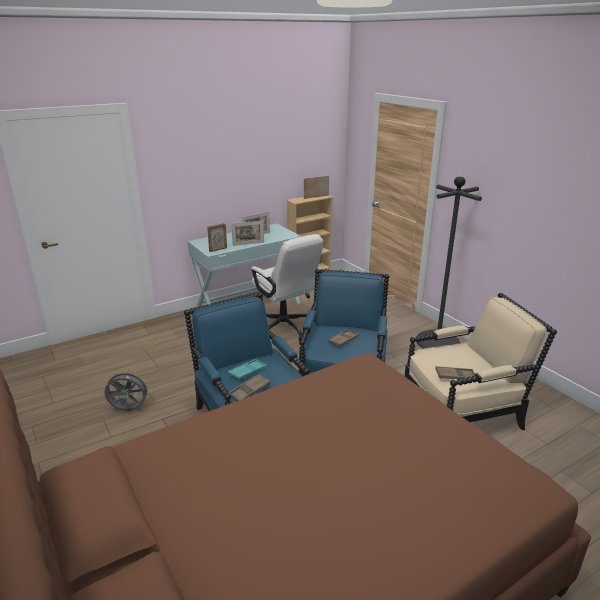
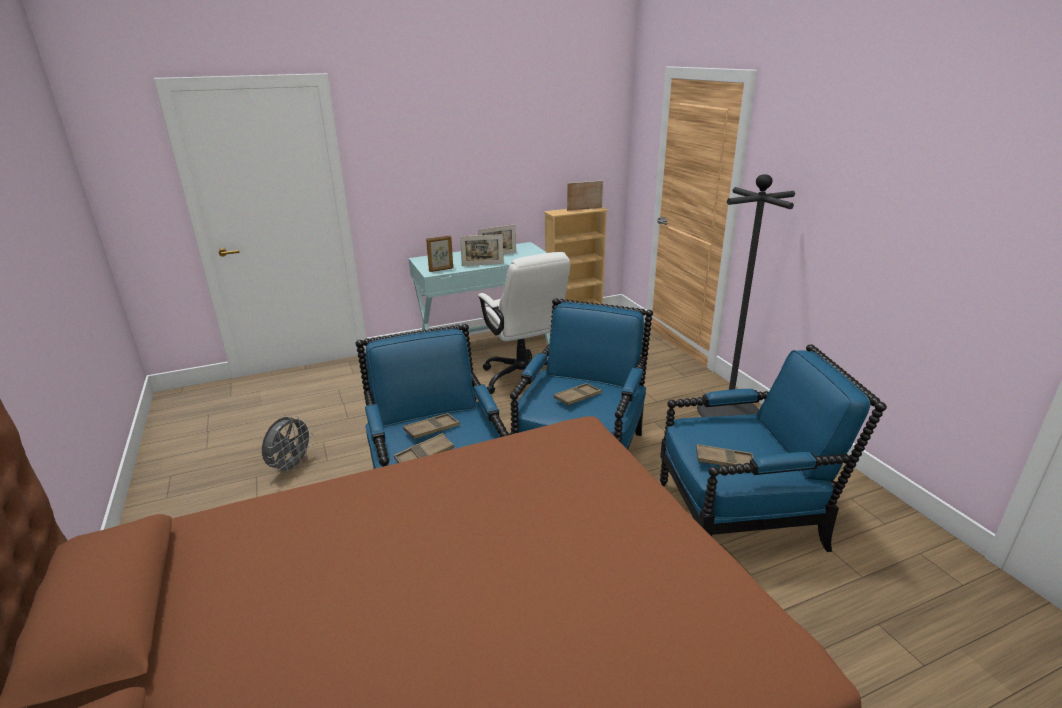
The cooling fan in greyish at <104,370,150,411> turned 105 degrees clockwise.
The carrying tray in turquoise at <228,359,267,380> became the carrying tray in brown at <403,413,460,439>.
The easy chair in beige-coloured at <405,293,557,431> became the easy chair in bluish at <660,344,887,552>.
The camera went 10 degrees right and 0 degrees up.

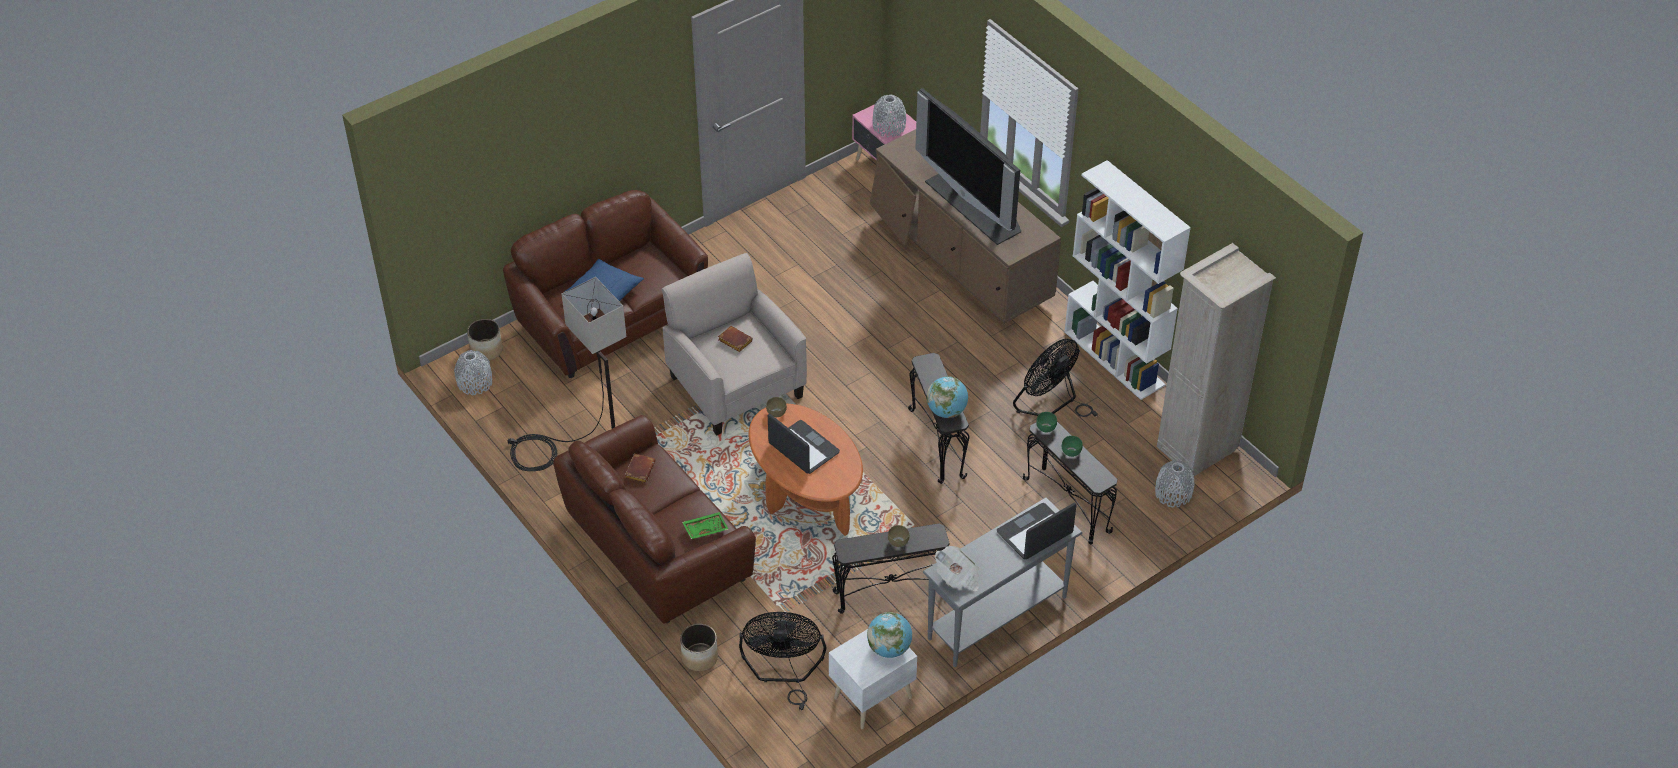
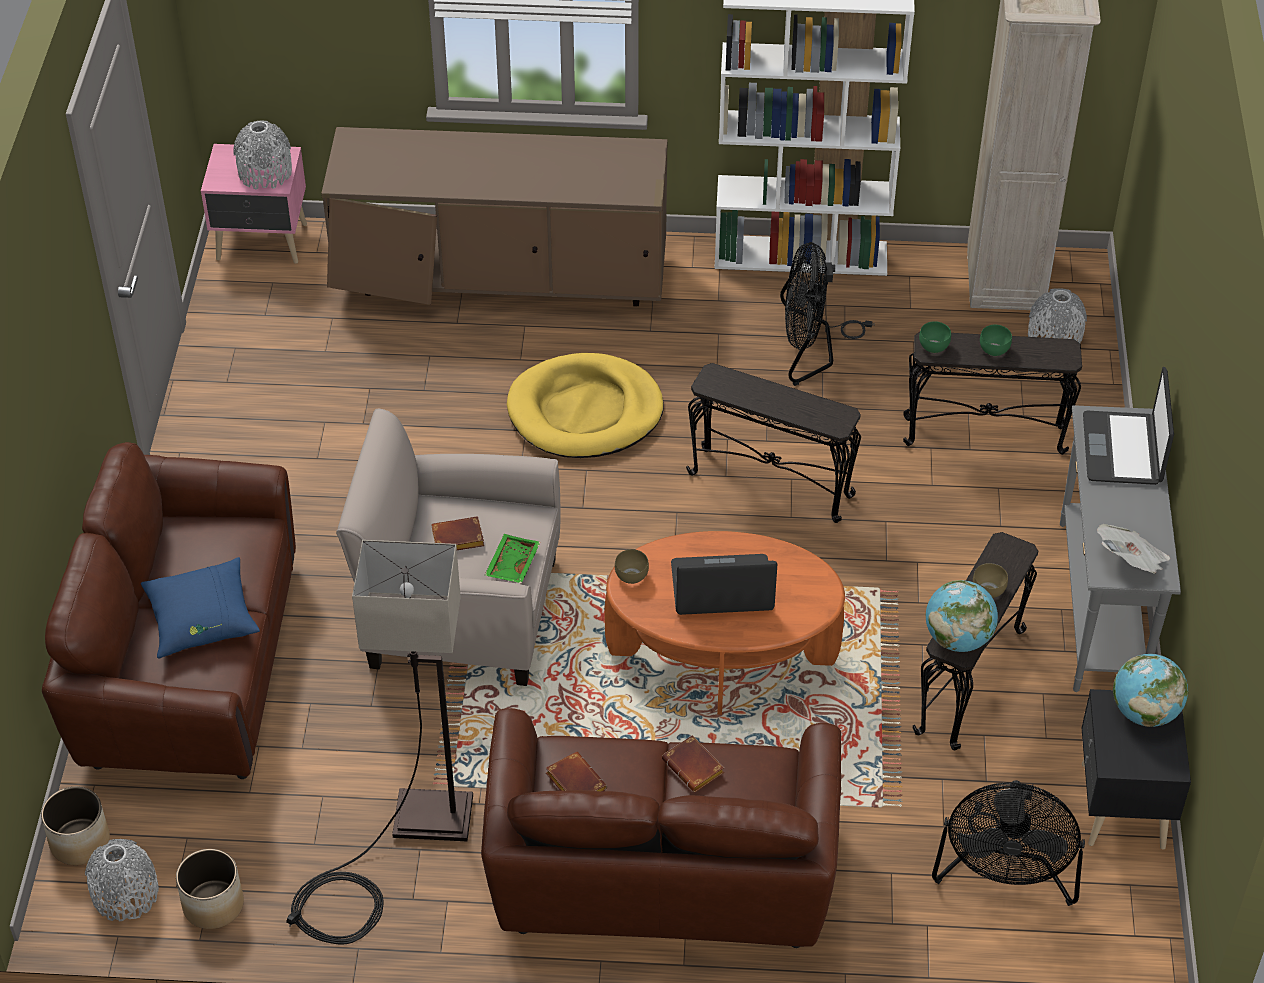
The flower pot moved from <680,624,718,671> to <176,849,244,929>.
The carrying tray in green-coloured moved from <682,512,729,539> to <485,534,540,584>.
The cooling fan in blackish at <739,612,826,710> turned 120 degrees counterclockwise.
The bedside table in white at <829,629,917,729> became the bedside table in blackish at <1082,689,1191,849>.
The TV set at <915,88,1021,245> disappeared.
The world globe moved from <927,376,968,418> to <925,580,998,652>.
The dog bed in yellow-coloured at <507,353,664,458> appeared.
The bound book in brown at <662,735,724,792> appeared.
The camera went 50 degrees left and 0 degrees up.

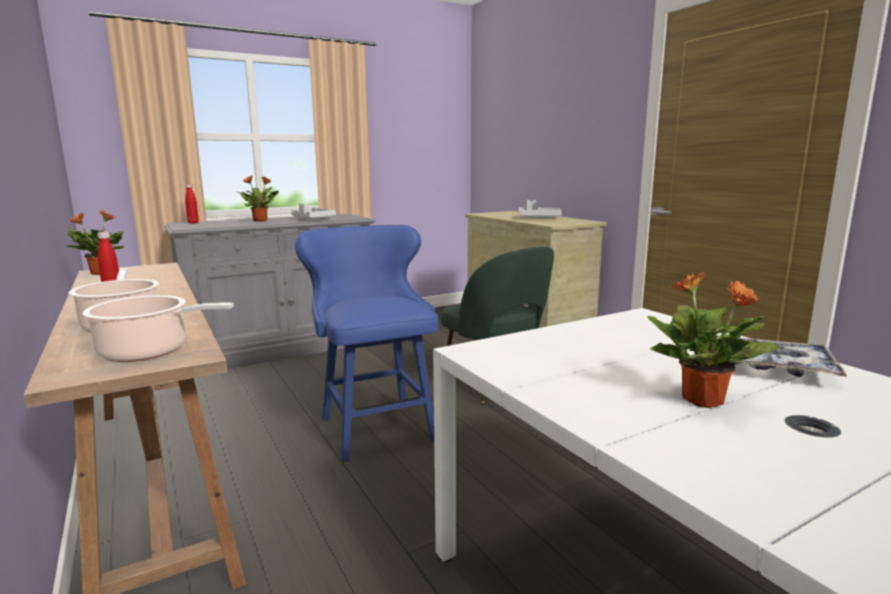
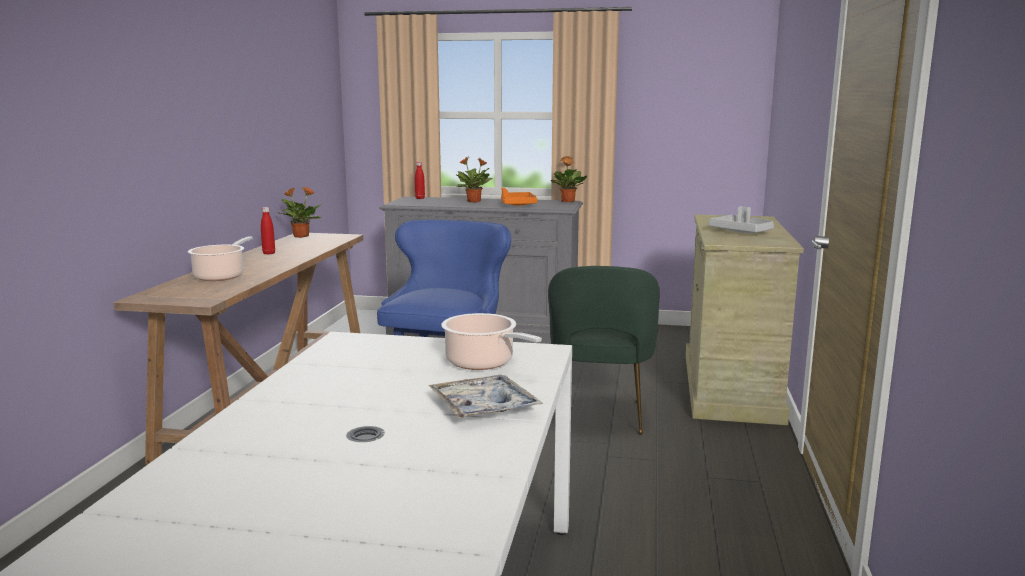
The stockpot moved from <83,295,234,362> to <441,313,542,370>.
The carrying tray in greyish at <291,203,336,220> became the carrying tray in orangey at <501,188,537,206>.
The potted plant moved from <647,272,780,408> to <551,156,587,202>.
The camera went 40 degrees right and 0 degrees up.

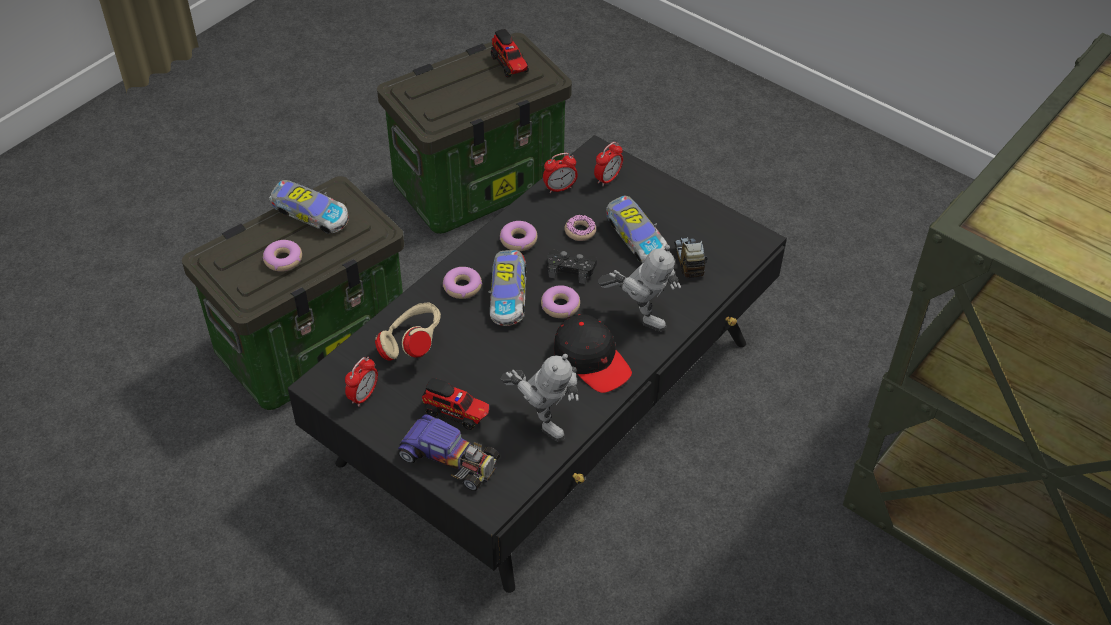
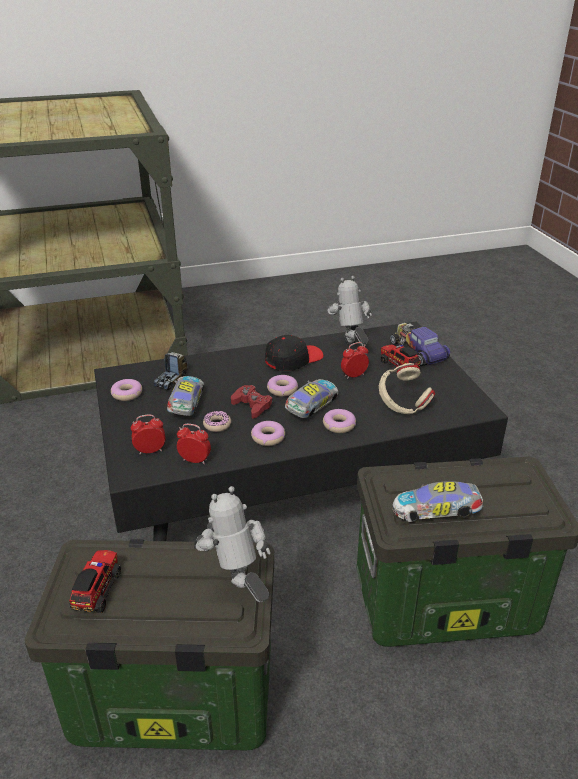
The ring doughnut moved from <263,240,302,272> to <111,379,142,401>.
The toy car at <270,180,349,234> turned 60 degrees counterclockwise.
The bedside clock moved from <345,357,378,407> to <341,342,369,379>.
The game controller in blackish at <546,250,597,284> became the game controller in reddish at <231,385,273,418>.
The baseball cap in blackish at <554,314,632,393> turned 60 degrees clockwise.
The toy robot moved from <598,245,681,332> to <196,486,271,602>.
The camera went 145 degrees left and 15 degrees down.

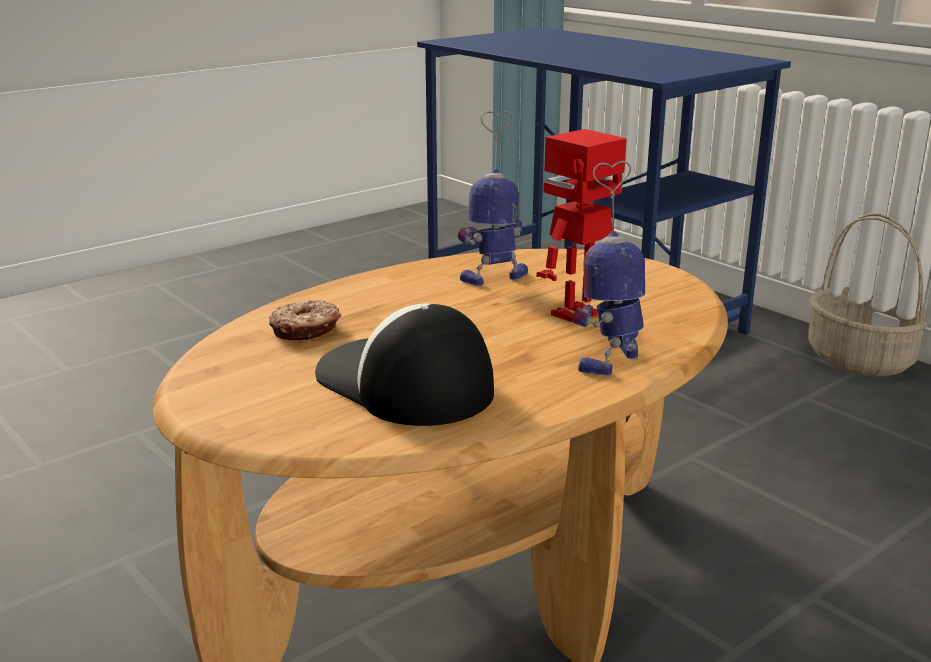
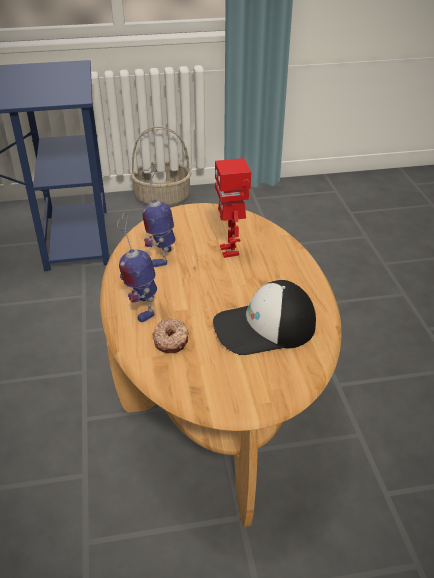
The toy robot moved from <572,161,645,376> to <117,213,157,322>.
The camera went 60 degrees left and 15 degrees up.

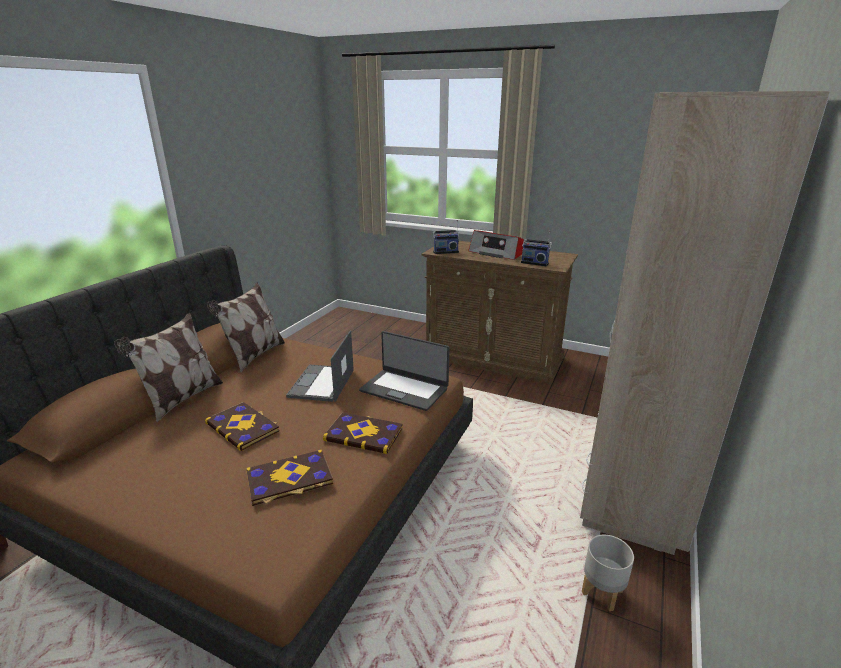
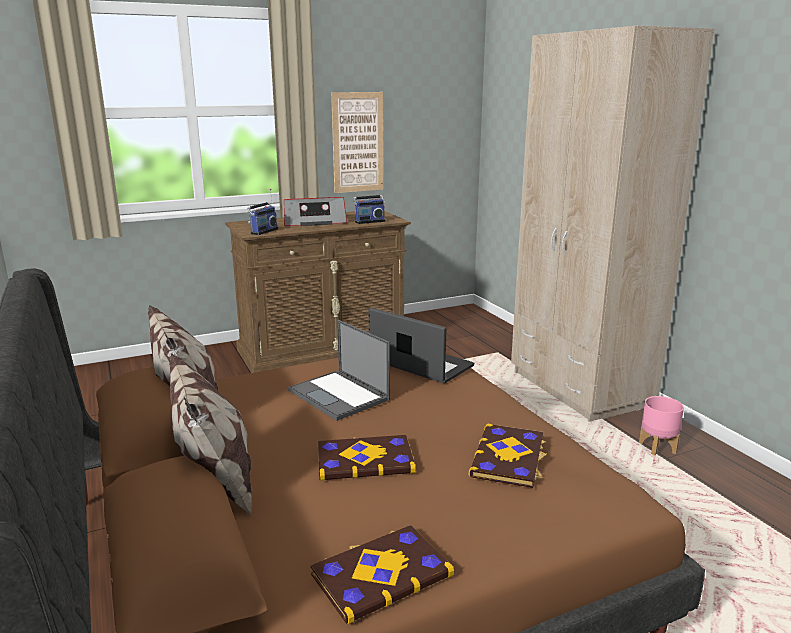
The bound book moved from <323,412,403,454> to <311,525,454,624>.
The portable computer at <359,331,450,411> turned 120 degrees counterclockwise.
The flower pot in greyish at <582,535,634,611> became the flower pot in pinkish at <639,396,684,455>.
The wall art at <331,92,384,193> appeared.
The camera went 50 degrees left and 5 degrees down.

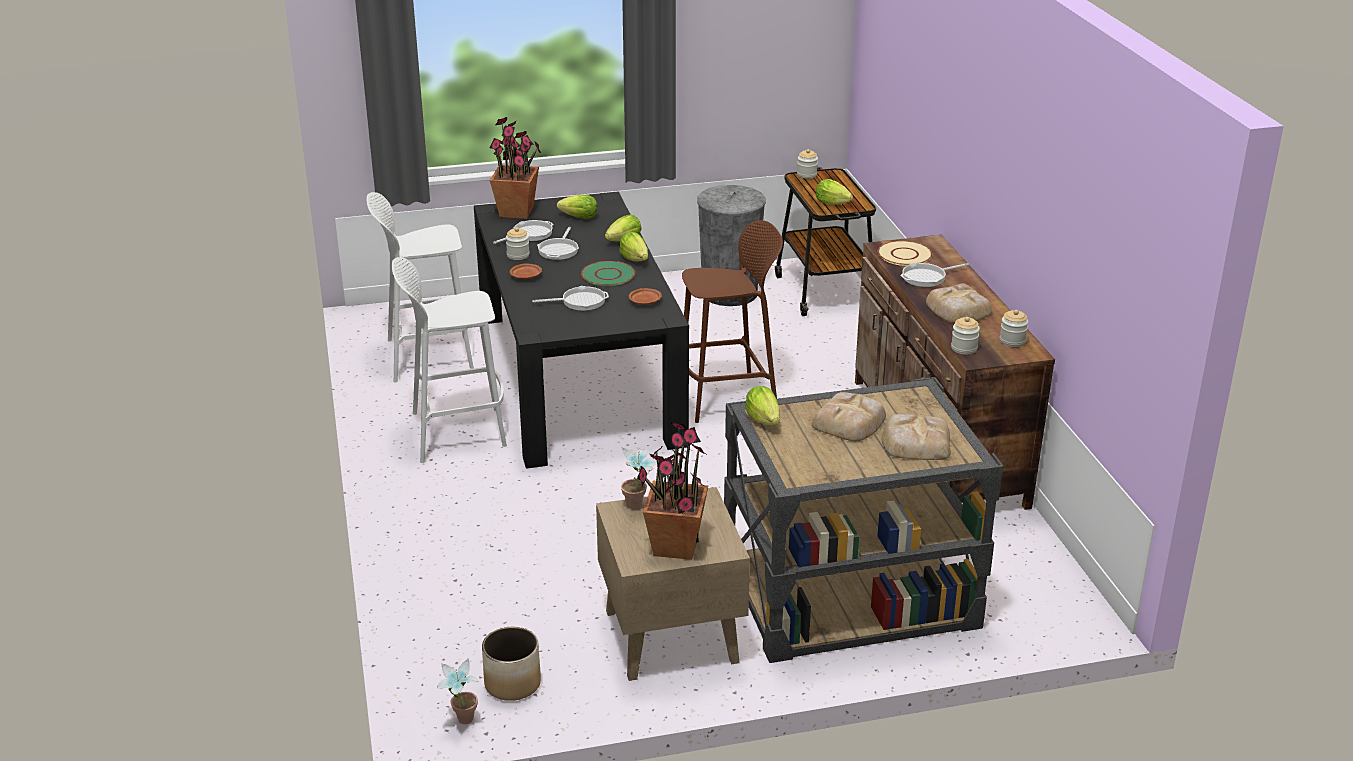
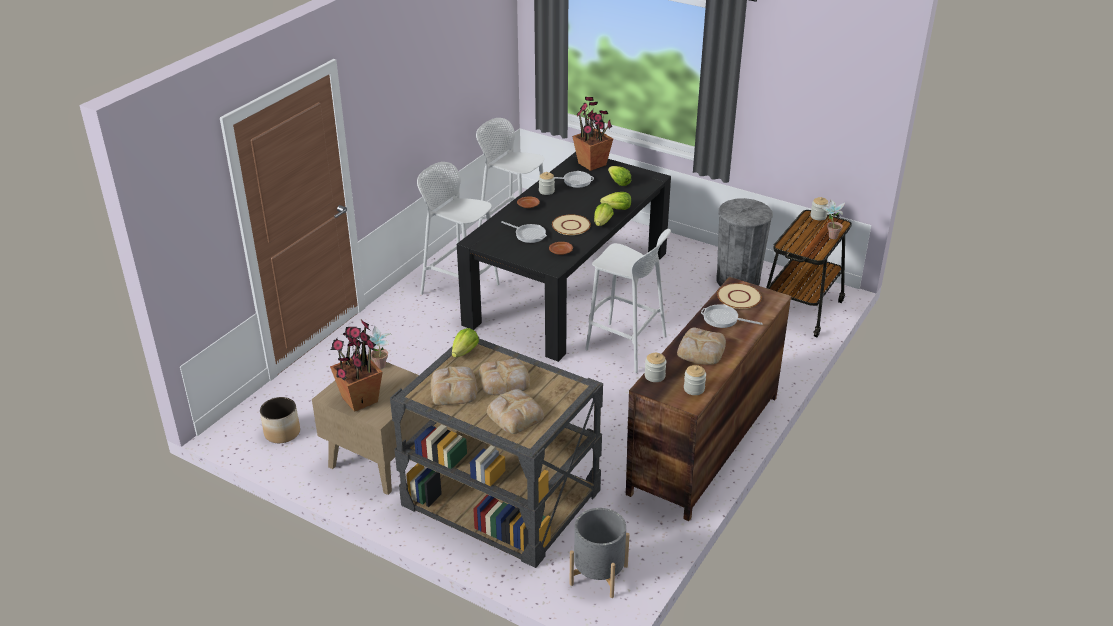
The potted plant moved from <437,658,479,724> to <821,200,845,239>.
The frying pan at <537,227,579,260> disappeared.
The plate in green-coloured at <581,261,635,286> became the plate in beige-coloured at <552,214,591,235>.
The sitting stool in brown at <682,220,783,423> became the sitting stool in white at <585,229,671,373>.
The head of lettuce at <816,179,853,205> disappeared.
The bakery bread at <431,366,478,405> appeared.
The flower pot in greyish at <570,508,630,598> appeared.
The camera went 45 degrees right and 5 degrees up.

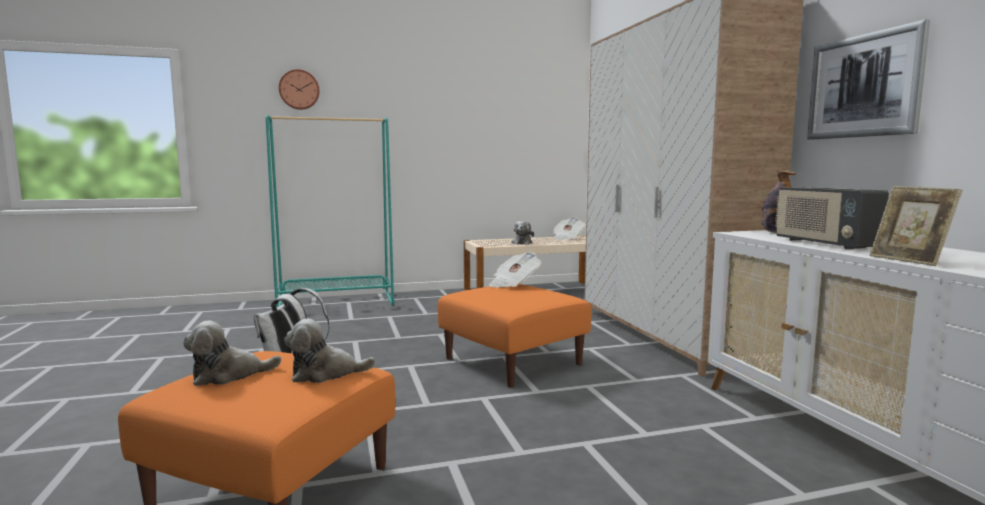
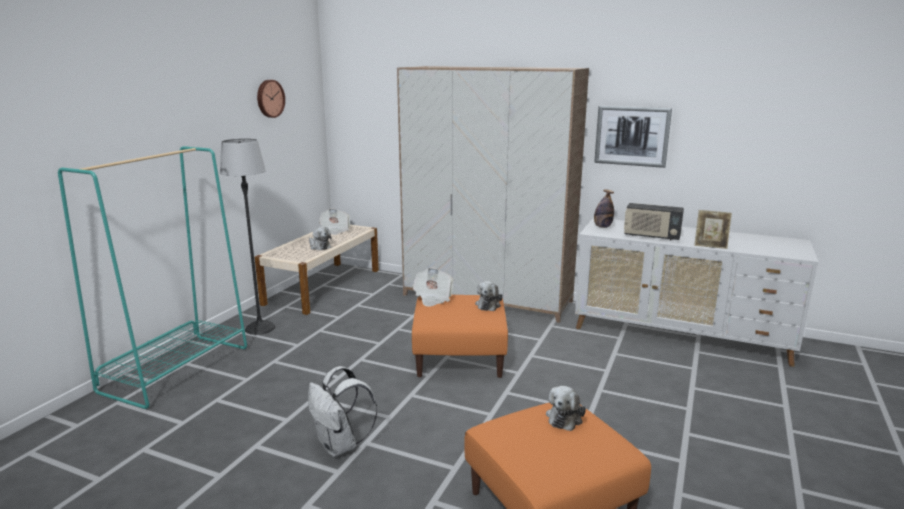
The cuddly toy moved from <183,321,281,386> to <475,281,503,311>.
The hanging clock moved from <279,69,320,110> to <257,80,285,118>.
The standard lamp at <220,138,275,335> appeared.
The camera went 50 degrees left and 10 degrees up.

